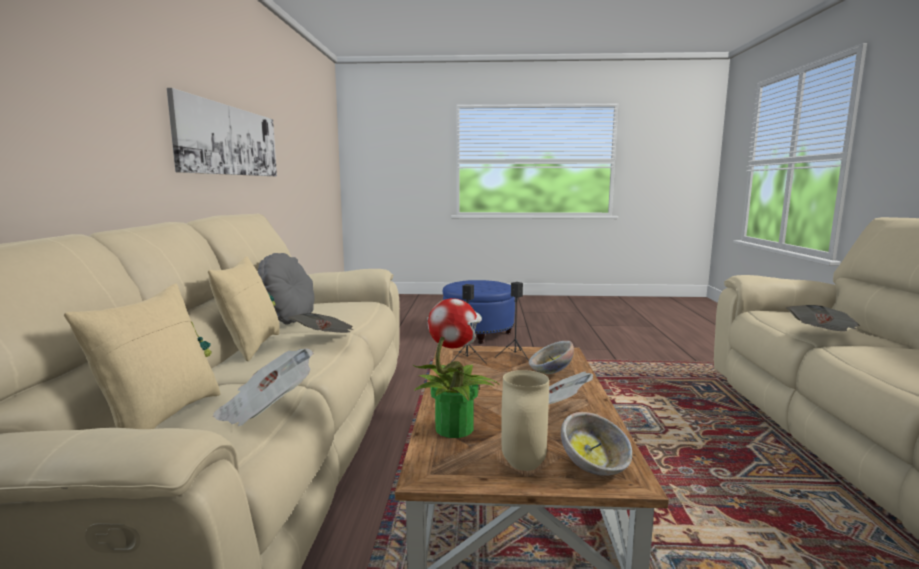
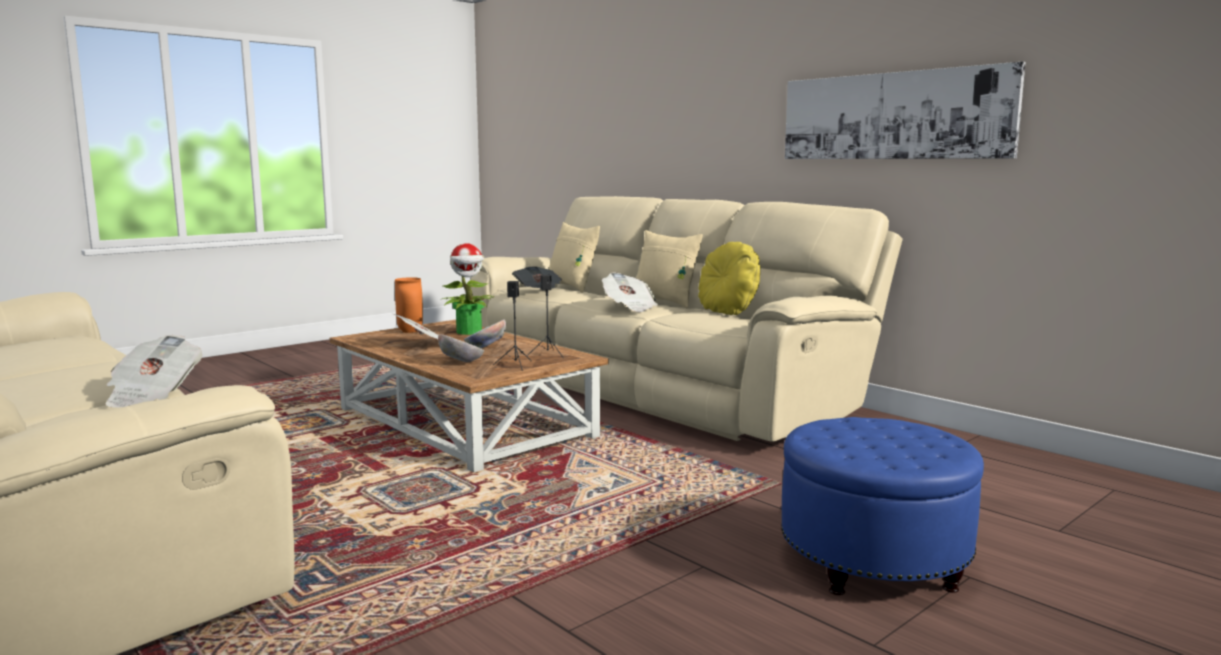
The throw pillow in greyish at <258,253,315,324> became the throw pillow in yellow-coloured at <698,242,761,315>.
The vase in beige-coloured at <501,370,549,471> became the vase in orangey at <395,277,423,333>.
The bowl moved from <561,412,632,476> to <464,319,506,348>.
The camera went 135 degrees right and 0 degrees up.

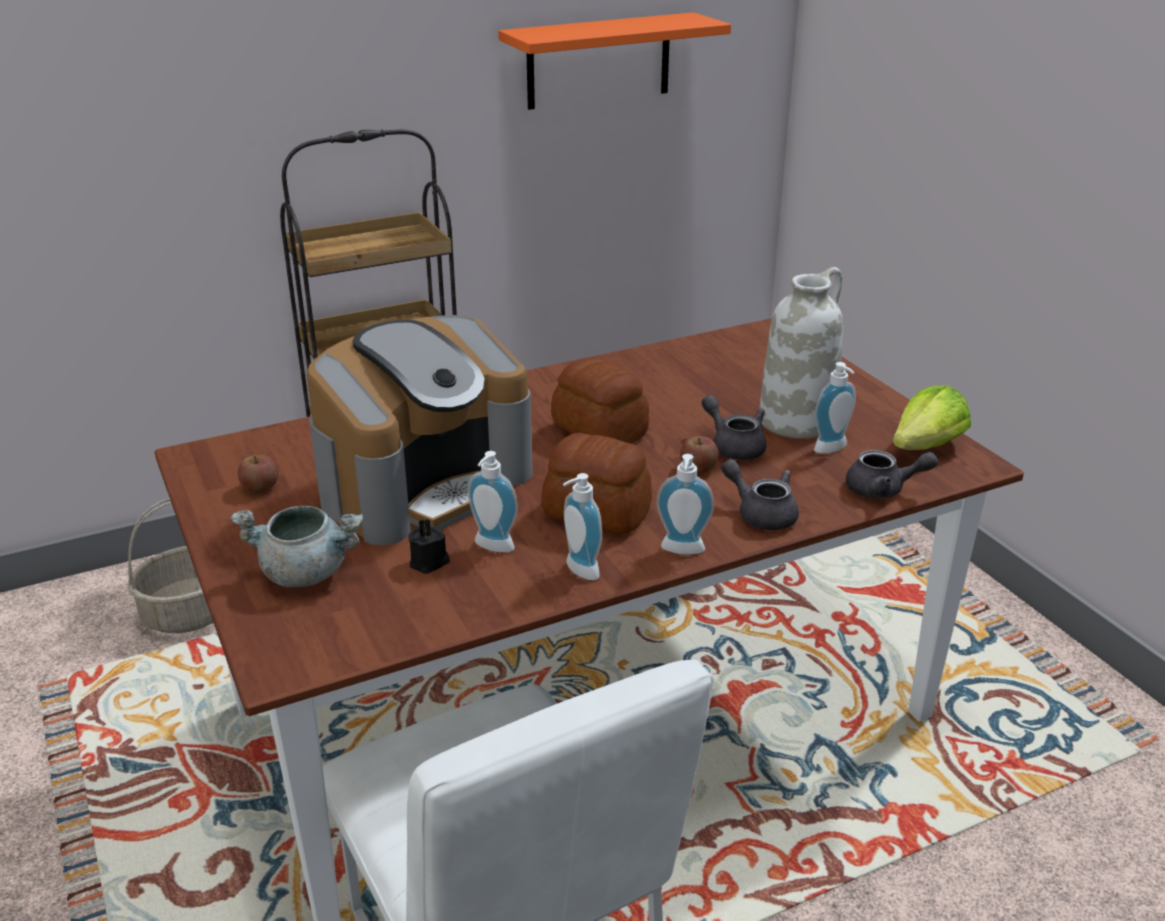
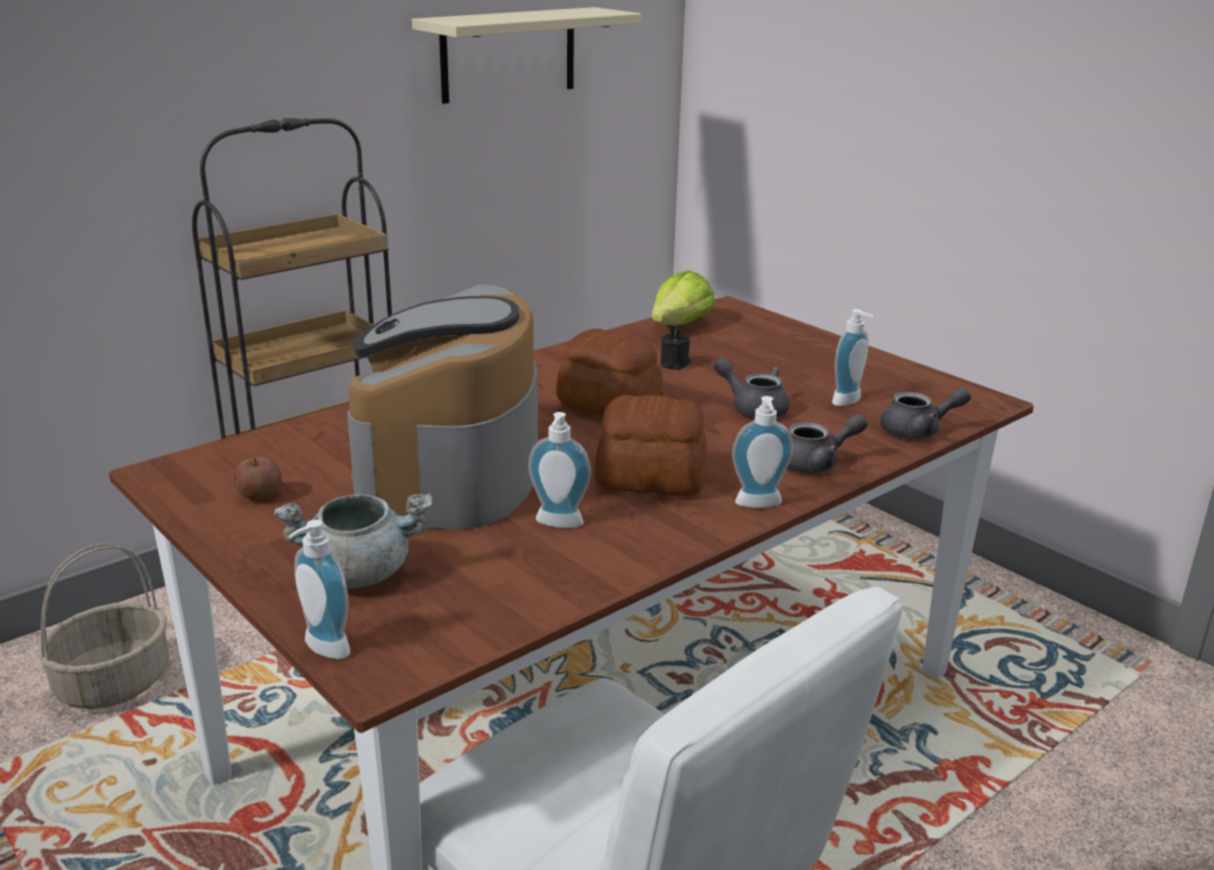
The coffee maker at <307,315,533,546> turned 150 degrees clockwise.
The wax light in blackish moved from <409,519,450,574> to <661,325,691,370>.
The bracket shelf in orangey at <498,12,731,110> became the bracket shelf in beige-coloured at <412,7,642,104>.
The soap dispenser moved from <563,473,602,580> to <288,520,350,659>.
The whole apple at <680,436,719,473> disappeared.
The pot for tea in greyish at <721,459,799,530> turned 135 degrees clockwise.
The vase in white at <760,267,843,439> disappeared.
The head of lettuce moved from <893,385,971,450> to <651,270,715,325>.
The camera went 15 degrees left and 5 degrees down.

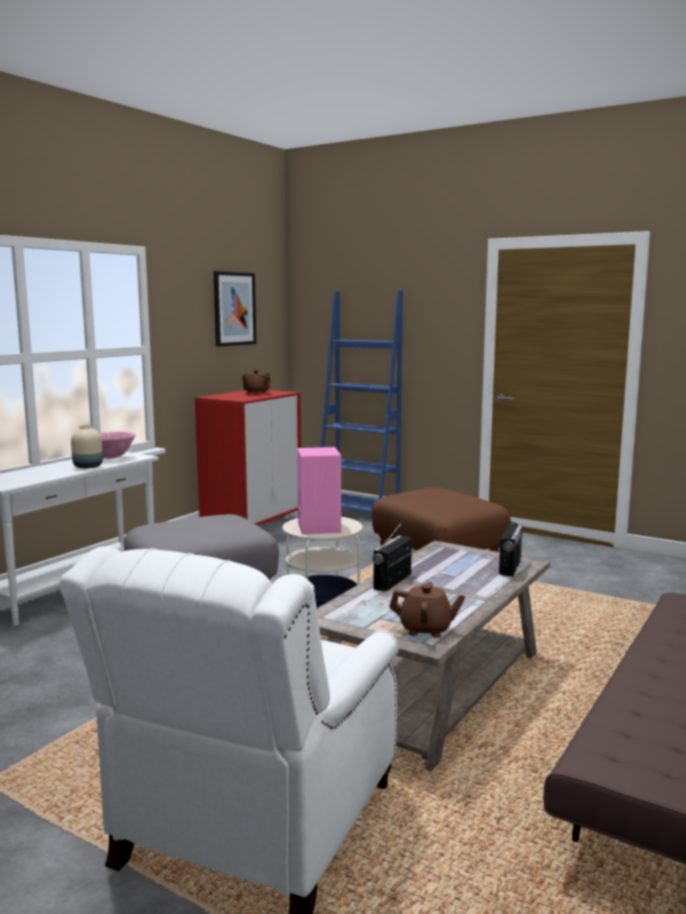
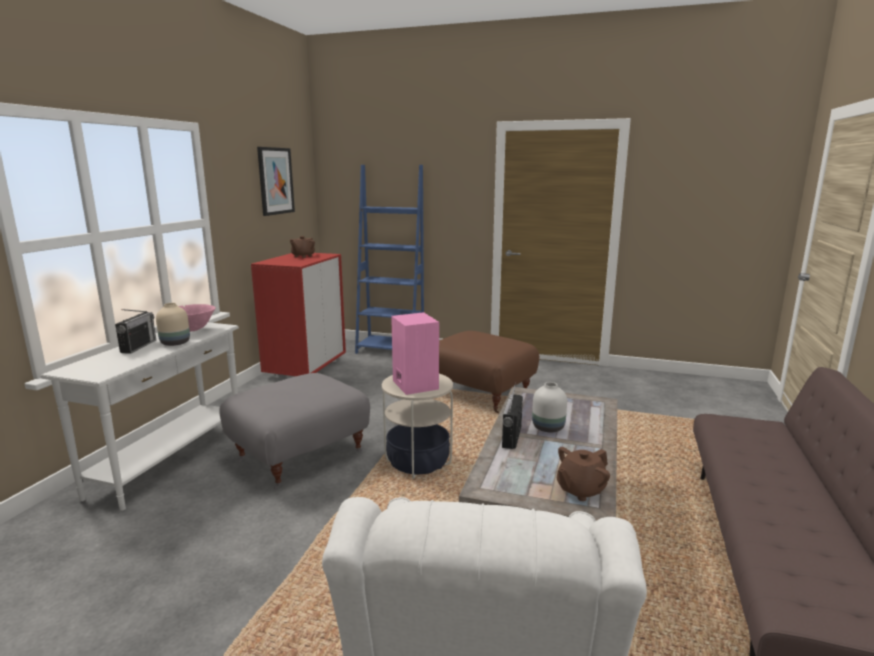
The pot for tea in brown at <389,582,465,638> turned 150 degrees clockwise.
The radio set moved from <499,521,523,577> to <115,309,156,354>.
The vase in white at <532,382,567,432> appeared.
The camera went 15 degrees left and 5 degrees up.

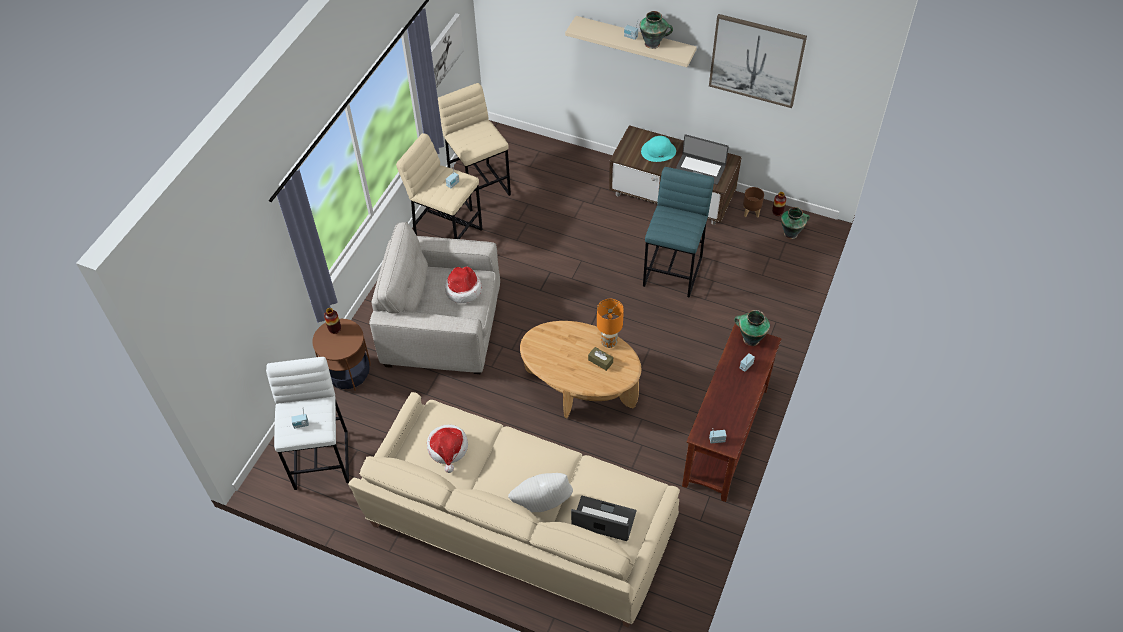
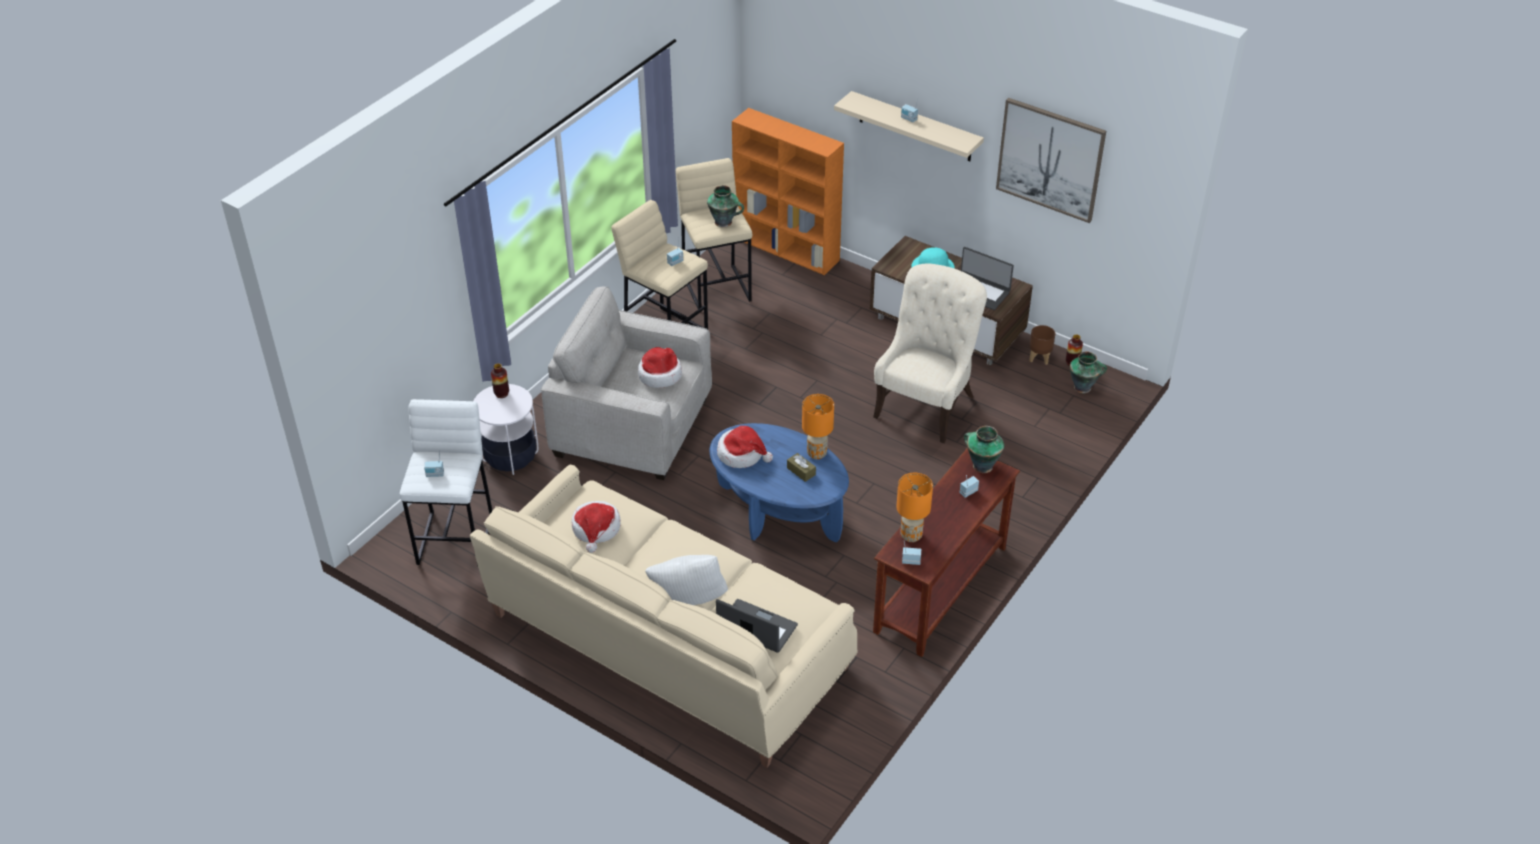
The end table in brown at <312,319,371,391> became the end table in white at <474,384,538,475>.
The wall art at <431,13,464,89> disappeared.
The coffee table in brown at <520,321,641,418> became the coffee table in bluish at <710,423,849,542>.
The vase moved from <640,11,673,49> to <707,185,744,227>.
The sitting stool in turquoise at <643,167,714,298> was replaced by the easy chair in beige-coloured at <873,263,987,443>.
The clothing hat at <717,426,773,468> appeared.
The bookcase in orangey at <732,108,844,275> appeared.
The tabletop lamp in orangey at <896,473,933,542> appeared.
The camera went 10 degrees right and 10 degrees down.

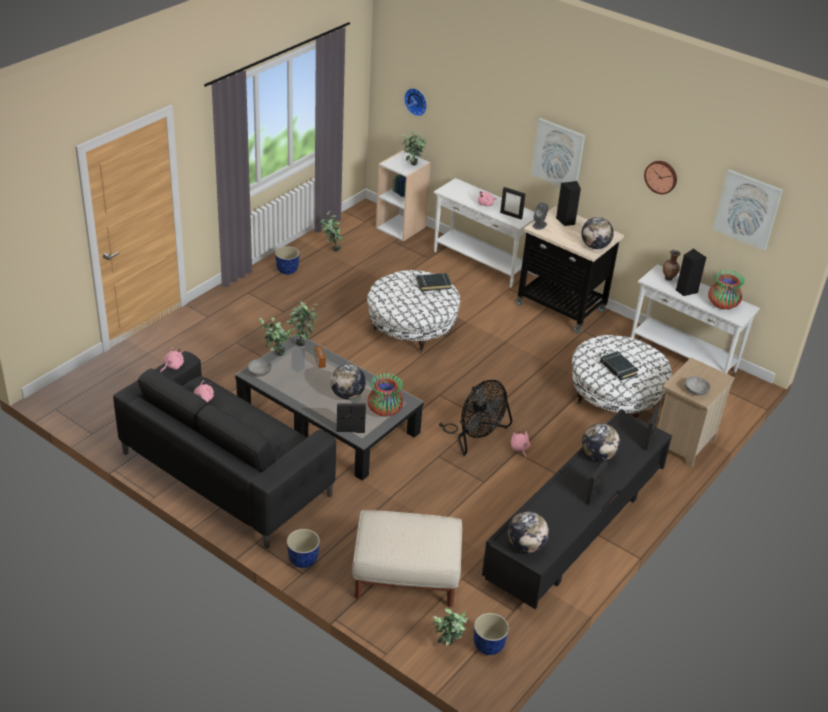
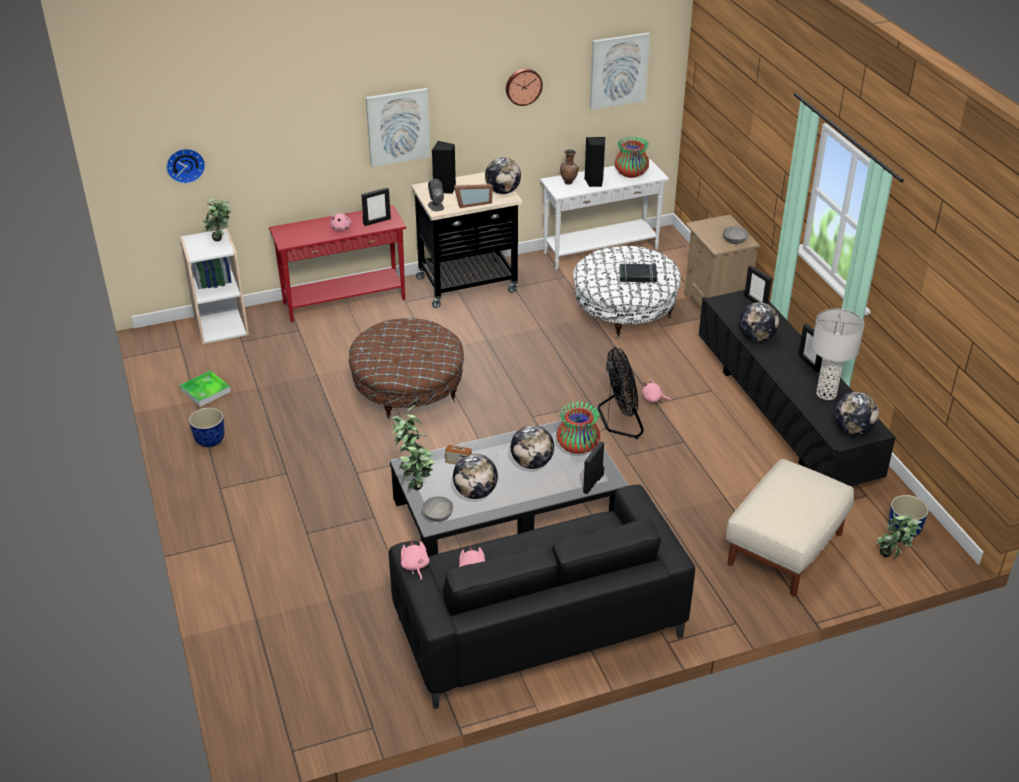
The flower pot at <287,529,320,568> disappeared.
The potted plant at <320,210,344,251> was replaced by the carrying tray at <180,371,231,407>.
The pouffe in white at <367,270,461,353> became the pouffe in brown at <349,318,464,421>.
The bound book in blackish at <417,273,452,291> disappeared.
The console table in white at <434,178,535,288> became the console table in reddish at <269,205,406,323>.
The world globe at <453,454,498,499> appeared.
The standing frame at <454,184,493,208> appeared.
The tabletop lamp in white at <812,309,864,400> appeared.
The camera went 55 degrees left and 0 degrees up.

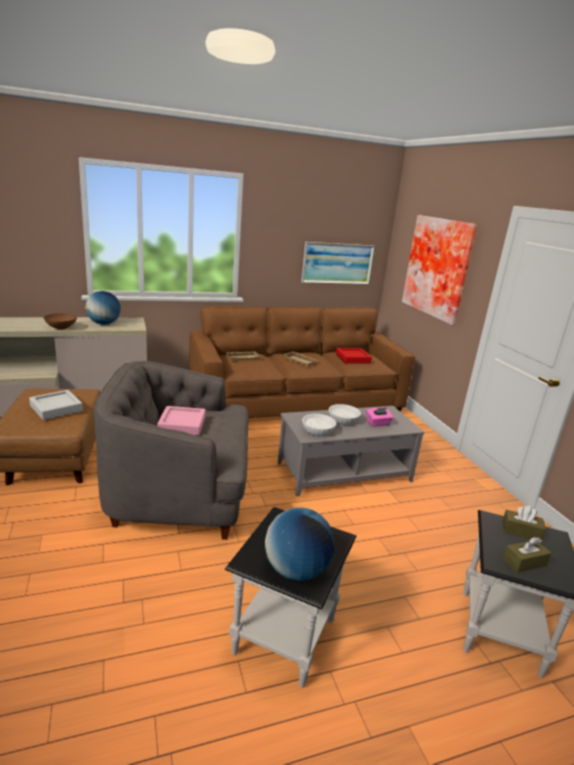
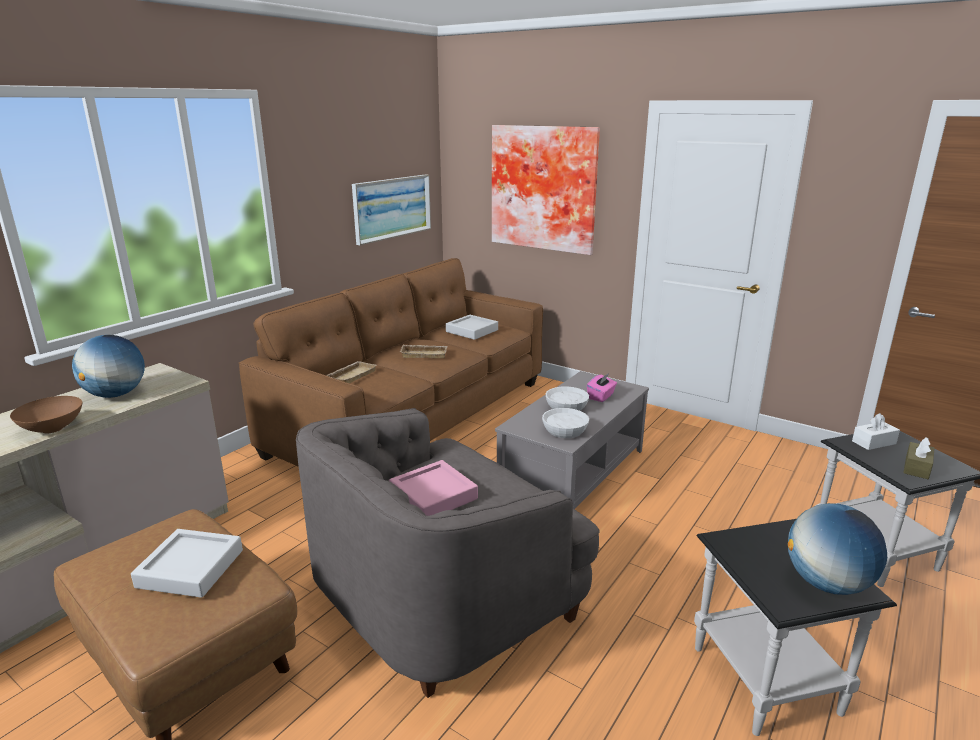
The carrying tray in reddish at <336,348,372,364> became the carrying tray in greyish at <446,315,498,340>.
The tissue box in brown at <502,506,546,542> became the tissue box in white at <852,413,900,450>.
The camera went 35 degrees left and 0 degrees up.

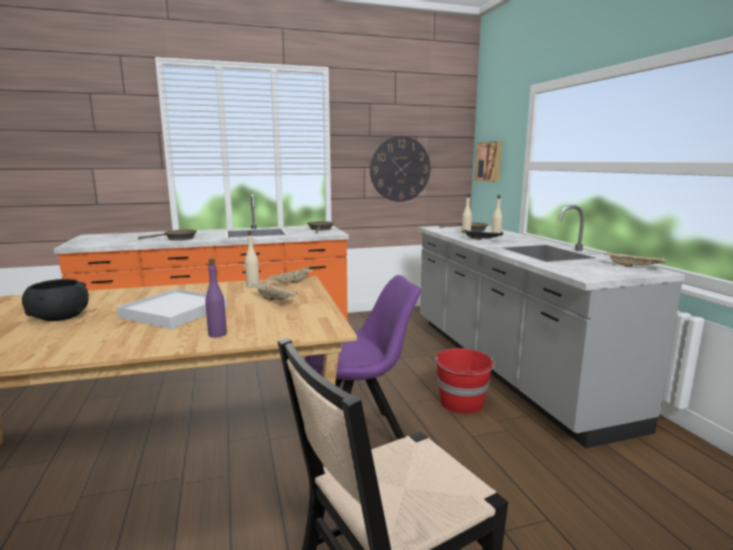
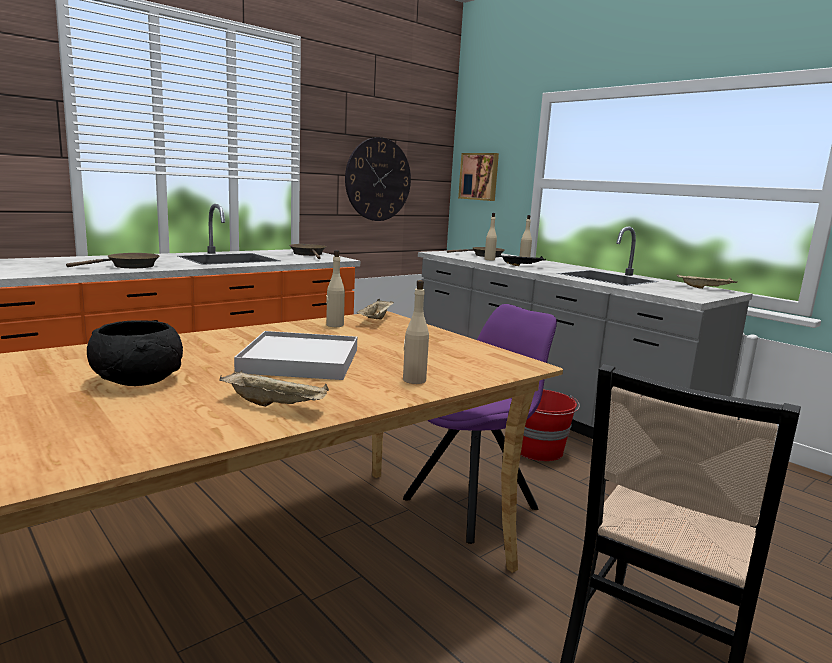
The beverage bottle in purplish at <206,258,227,337> became the beverage bottle in beige-coloured at <403,280,429,384>.
The carrying tray in beige-coloured moved from <252,283,298,301> to <219,371,329,407>.
The camera went 25 degrees left and 0 degrees up.

